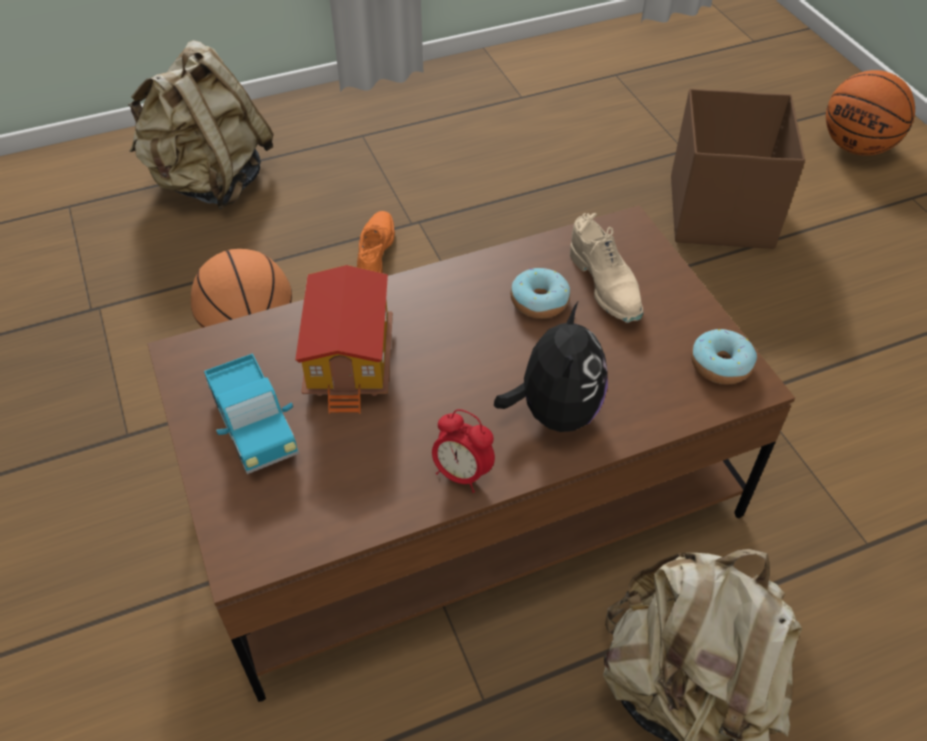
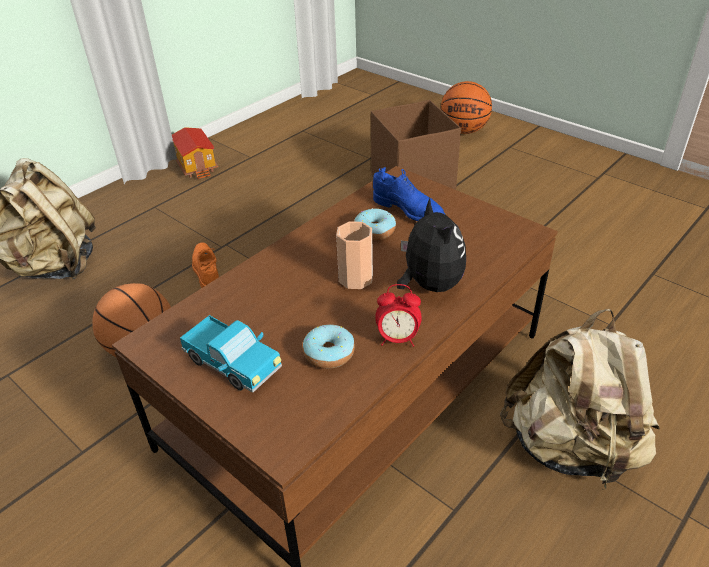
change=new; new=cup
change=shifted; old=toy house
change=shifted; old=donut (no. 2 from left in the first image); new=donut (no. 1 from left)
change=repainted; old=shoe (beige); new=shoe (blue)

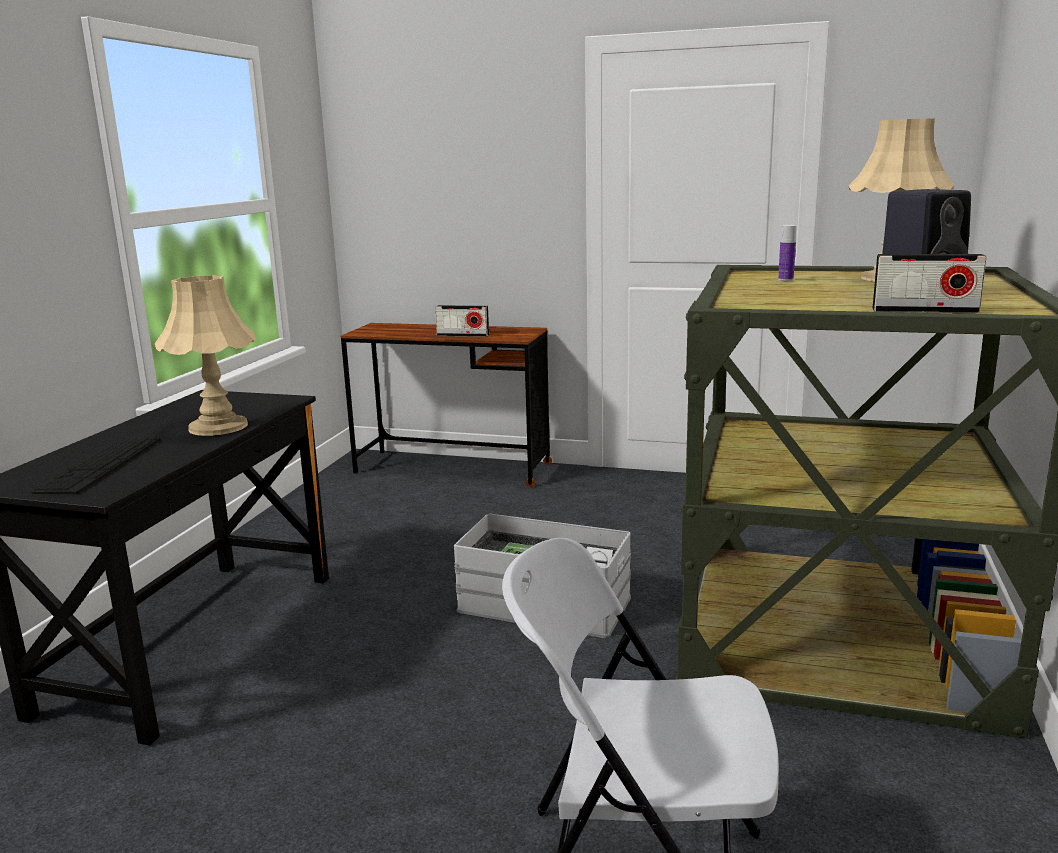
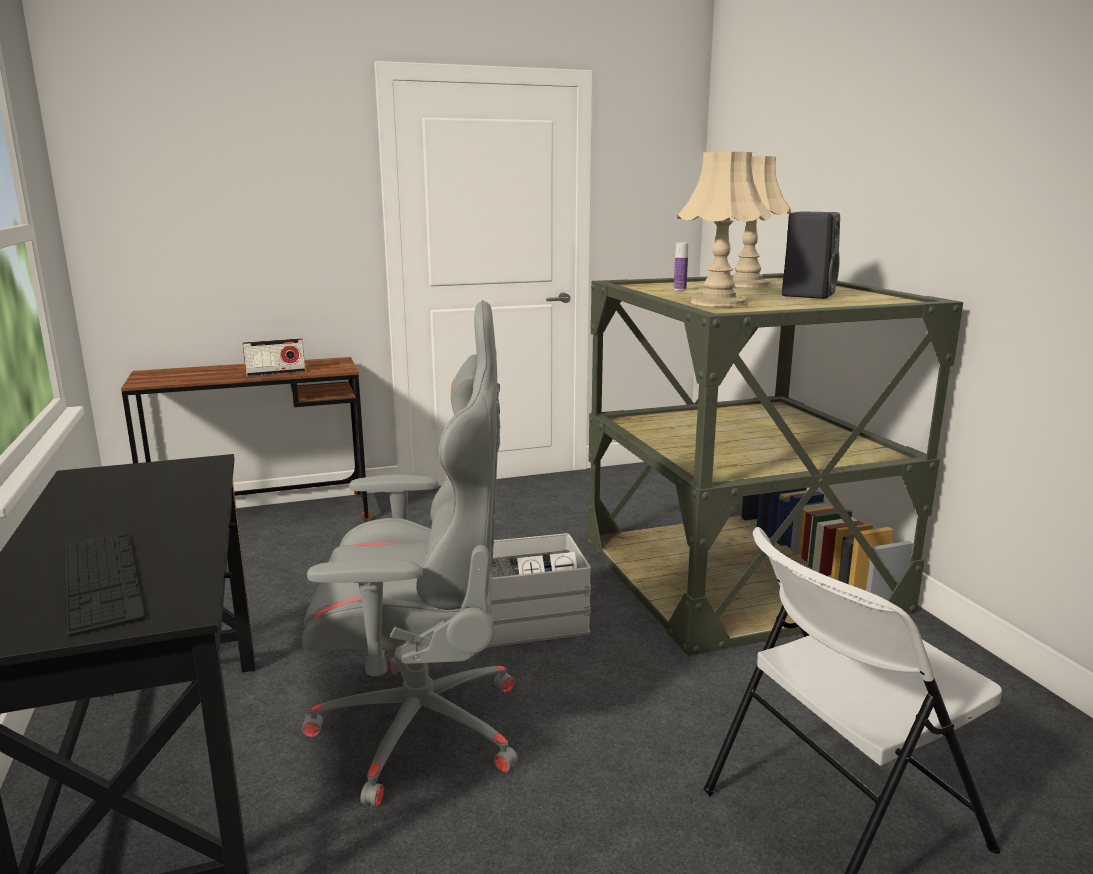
change=gone; old=radio (no. 2 from left)
change=new; new=office chair (grey)
change=shifted; old=table lamp (beige) (no. 1 from left)

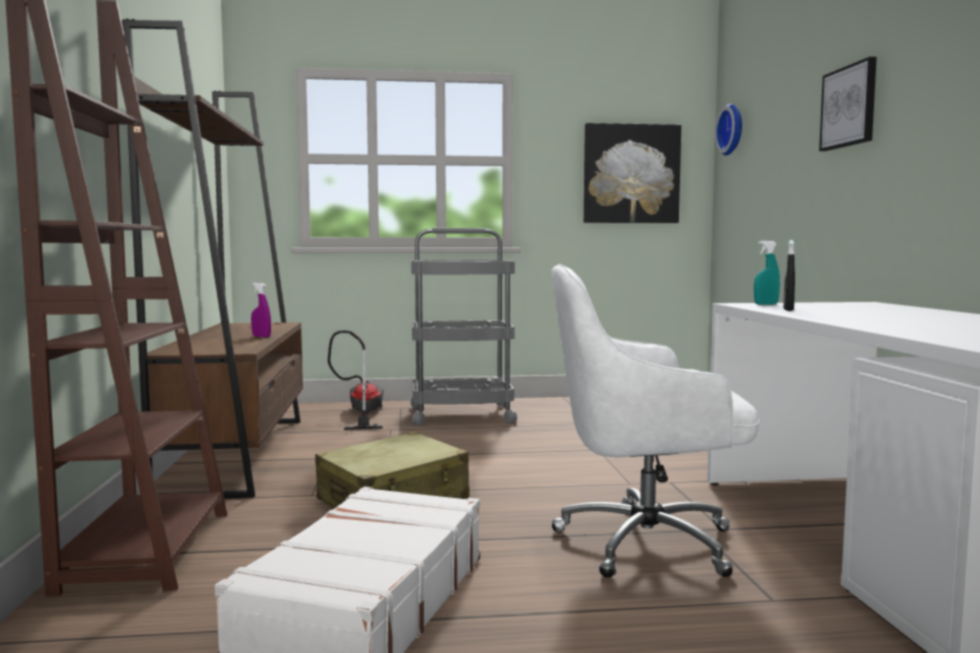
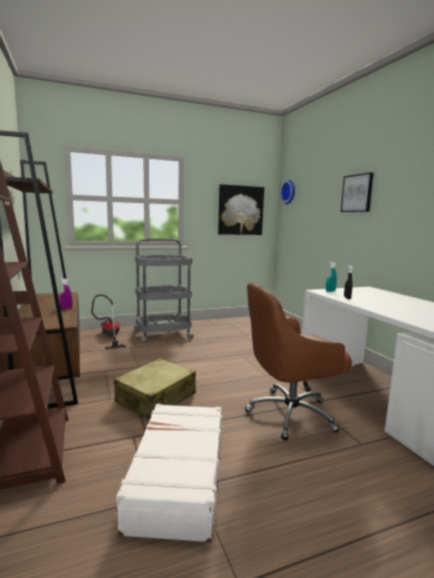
change=repainted; old=office chair (white); new=office chair (brown)

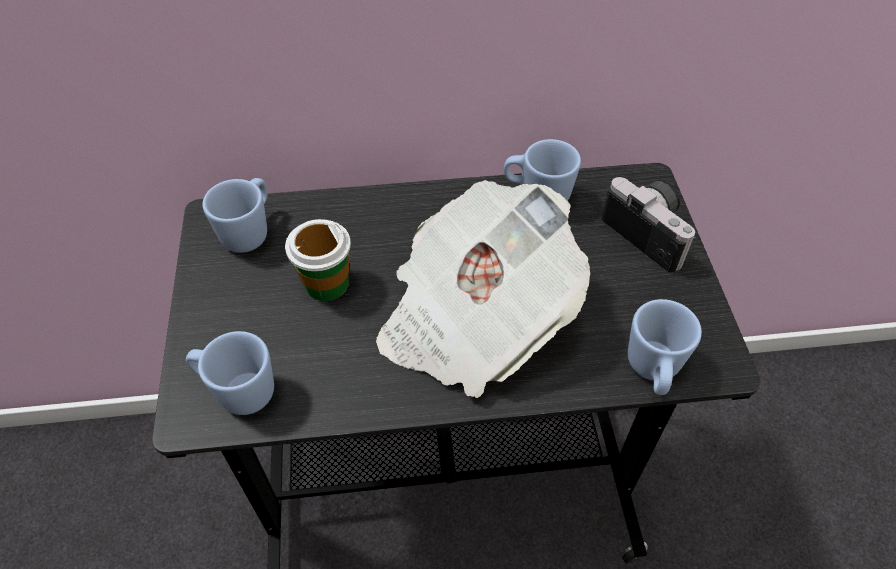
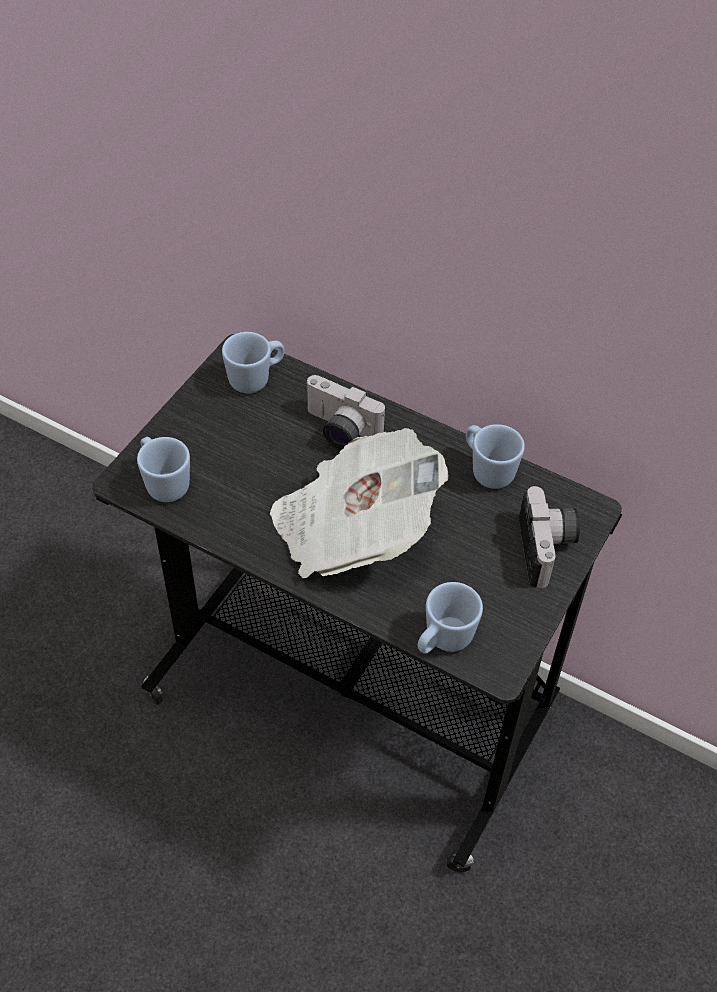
change=gone; old=cup
change=new; new=photo camera (no. 1 from left)

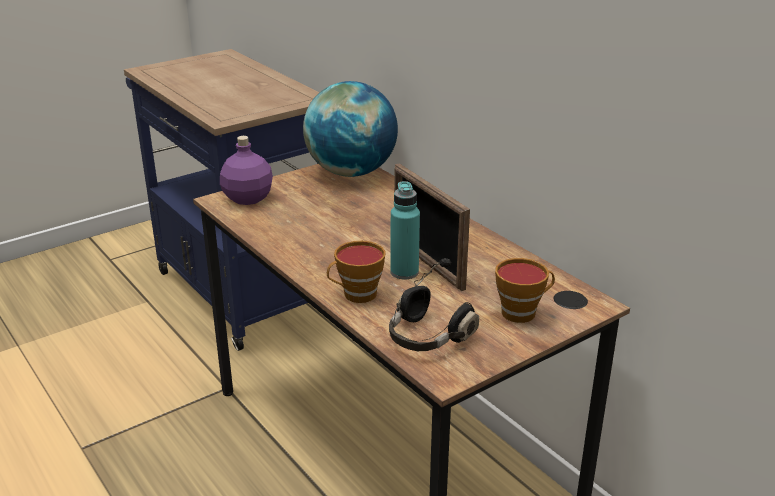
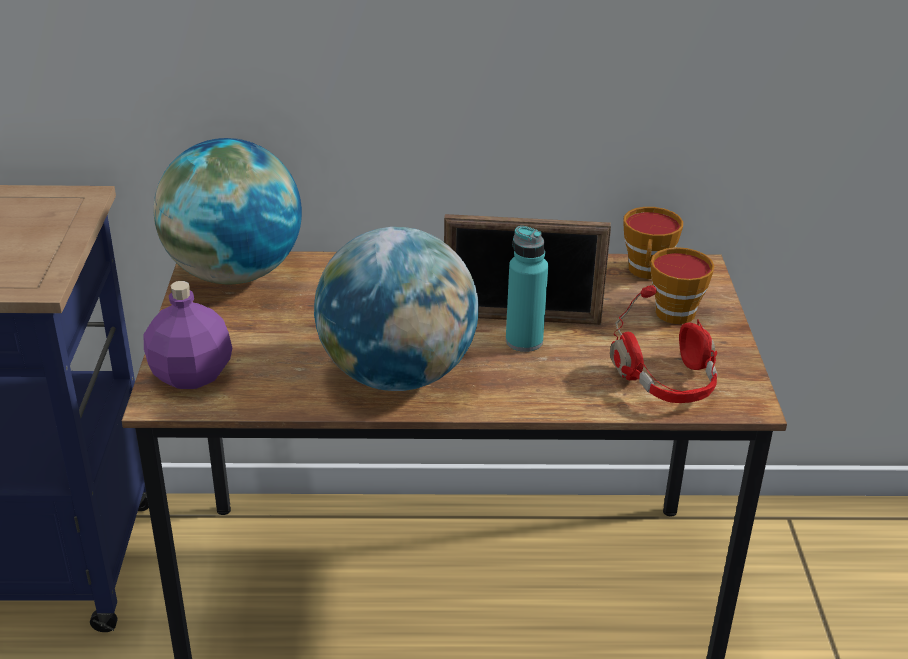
change=new; new=globe (no. 2 from left)
change=shifted; old=cup (no. 1 from left)
change=repainted; old=headphones (black); new=headphones (red)

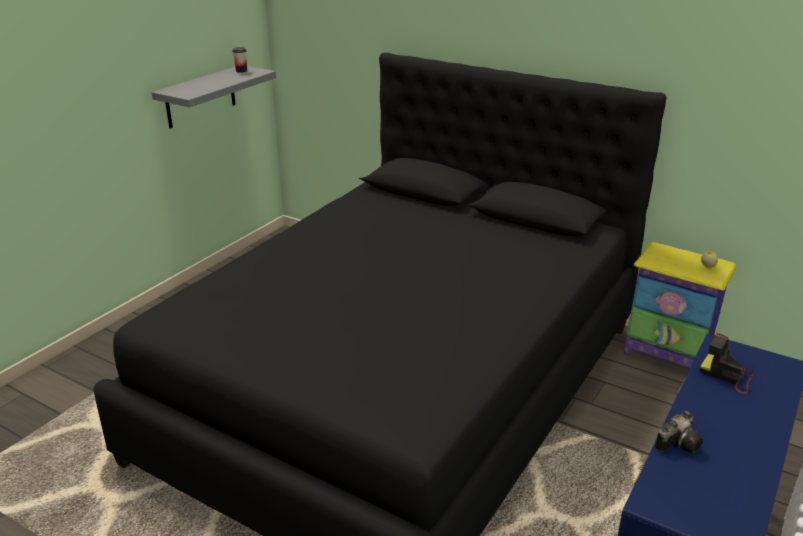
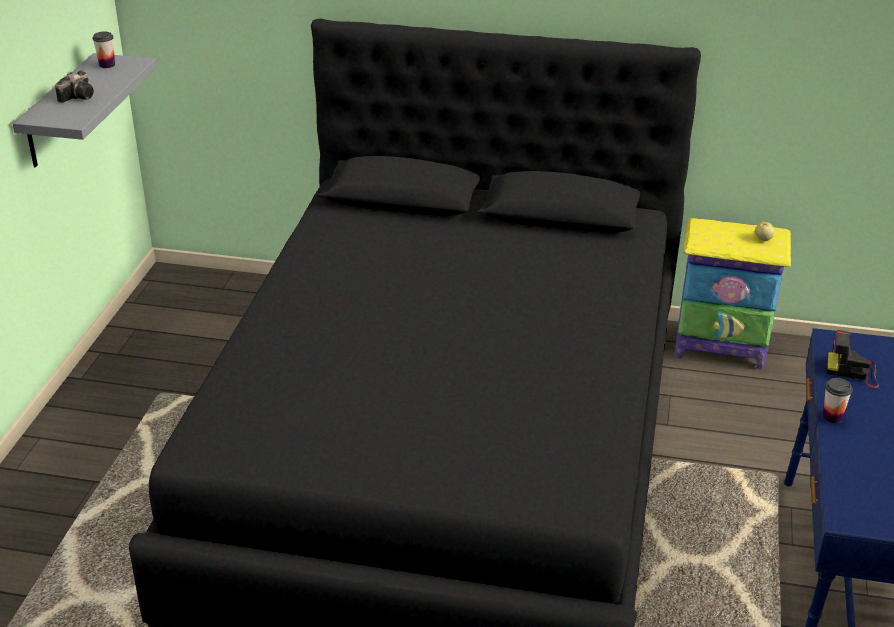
change=new; new=cup (no. 2 from left)
change=shifted; old=photo camera (no. 1 from left)

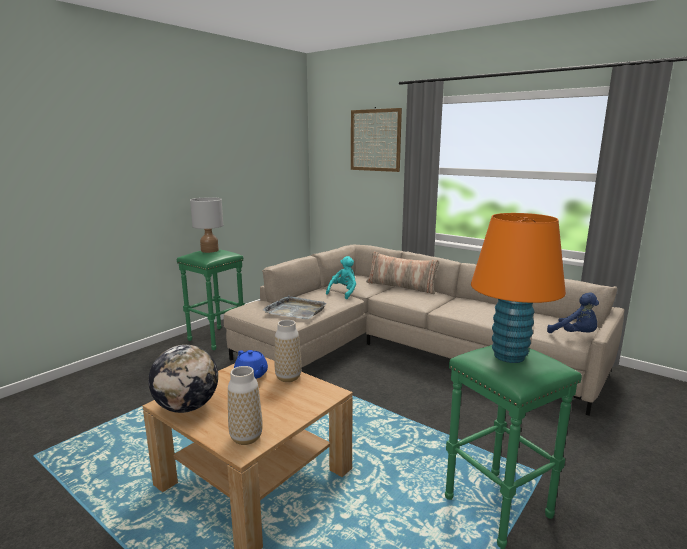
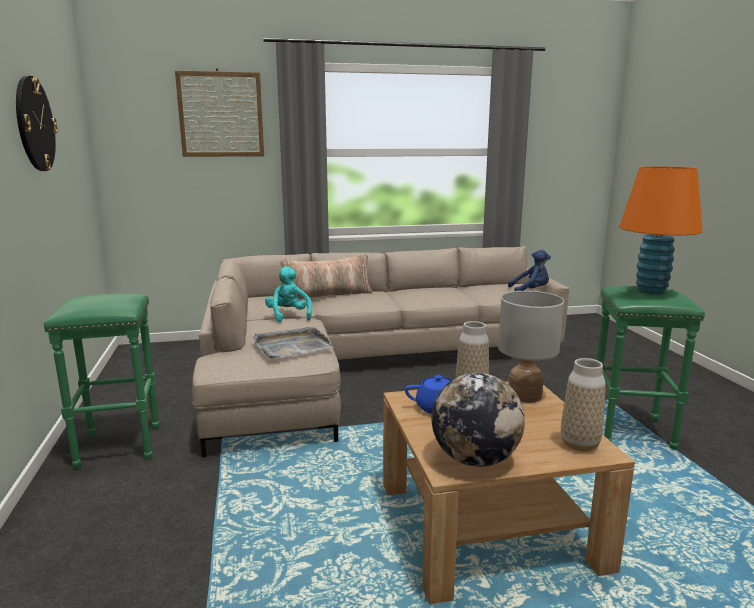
change=new; new=wall clock
change=shifted; old=table lamp (grey)

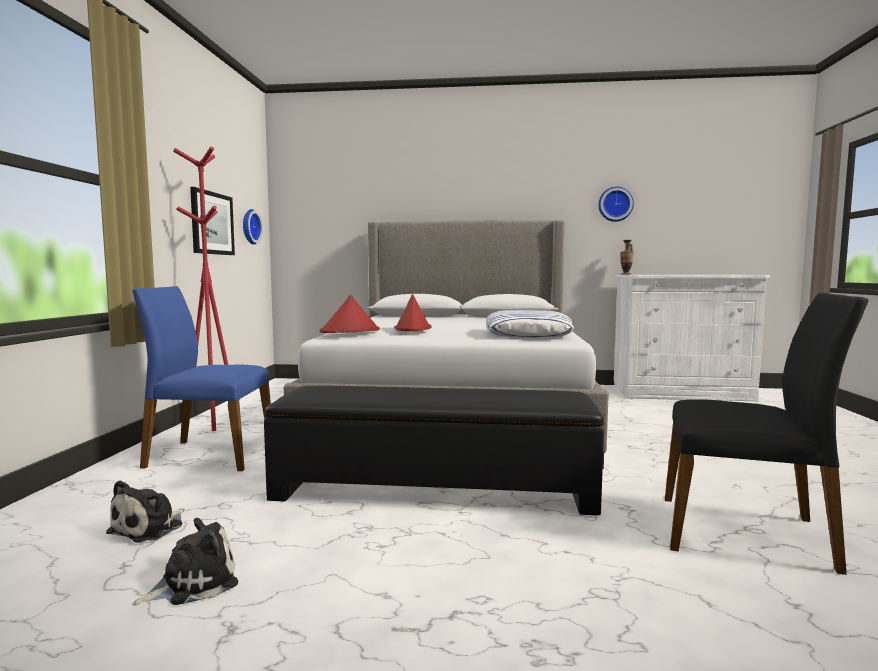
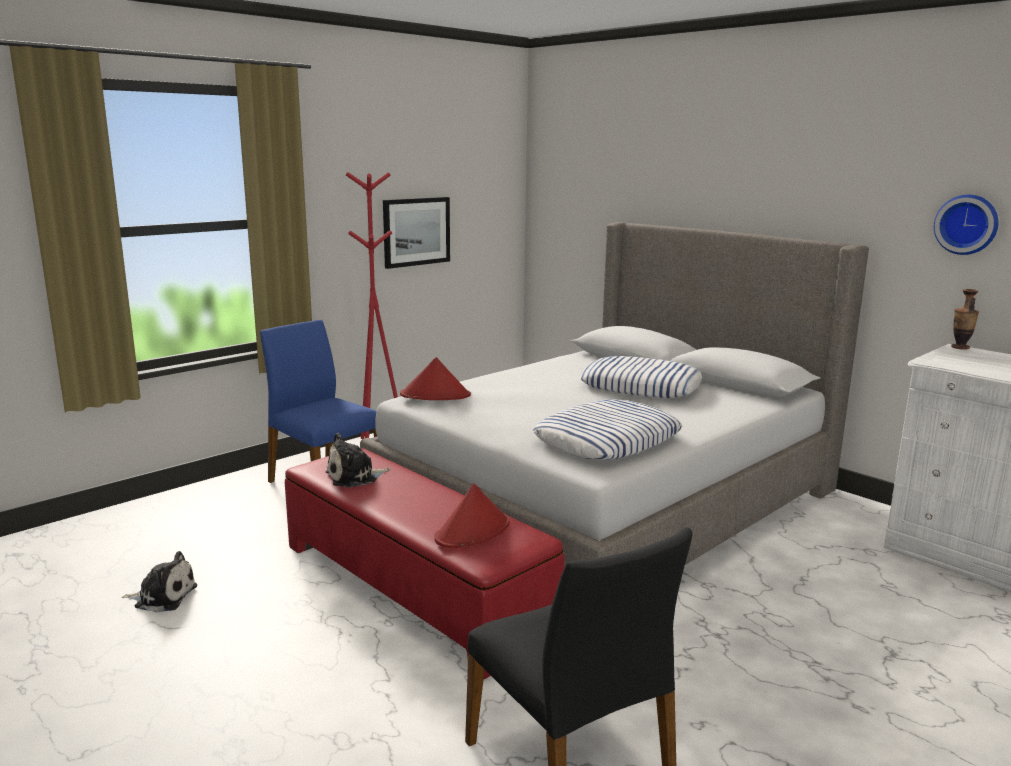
change=gone; old=wall clock (no. 1 from left)
change=new; new=pillow (no. 2 from left)
change=shifted; old=plush toy (no. 1 from left in the first image); new=plush toy (no. 2 from left)
change=shifted; old=hat (red) (no. 2 from left)
change=repainted; old=bench (black); new=bench (red)

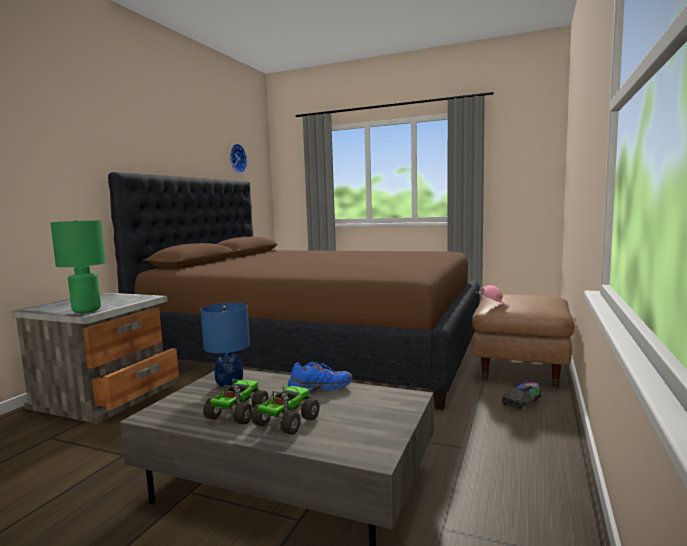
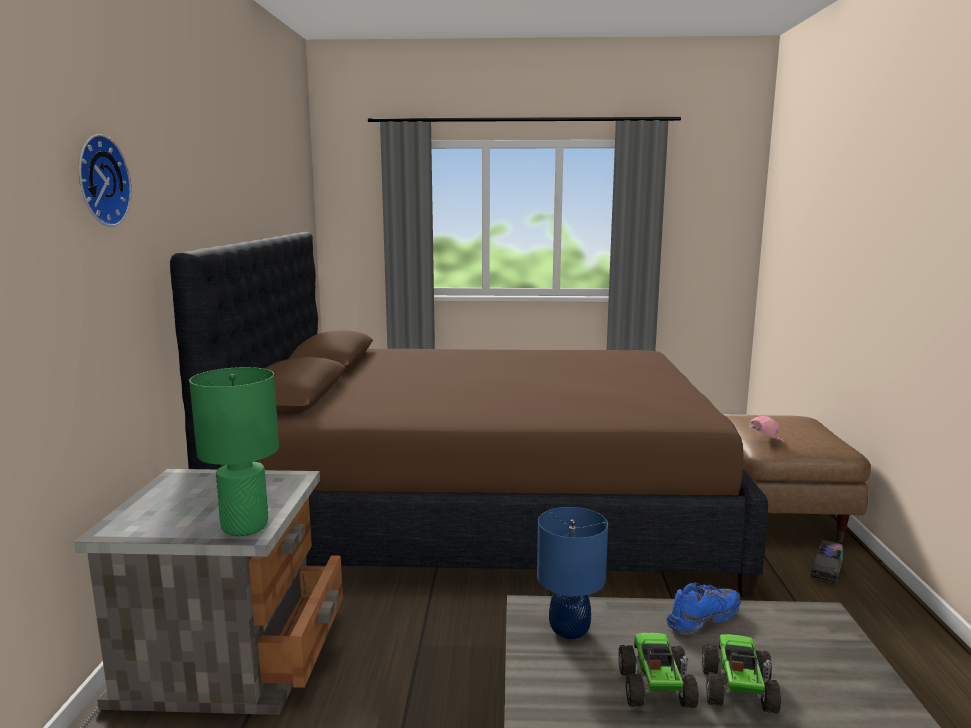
change=shifted; old=wall clock

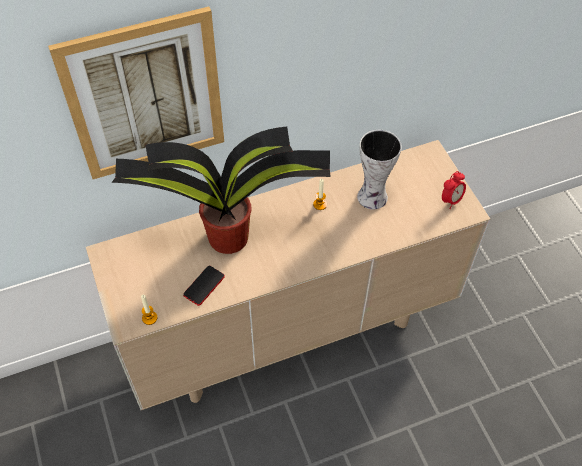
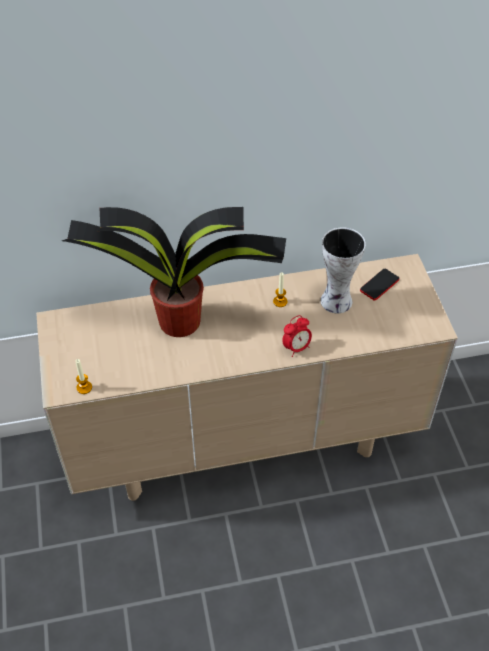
change=gone; old=picture
change=shifted; old=phone
change=shifted; old=alarm clock

